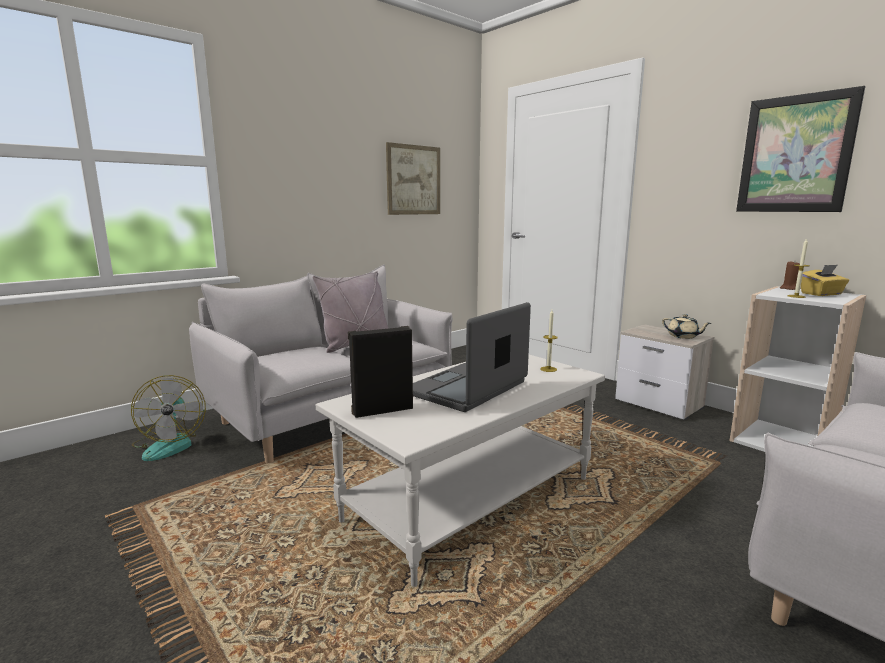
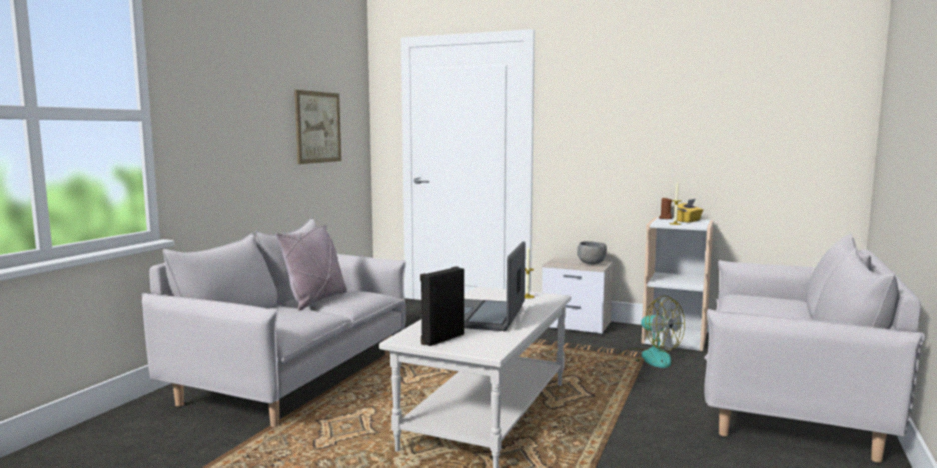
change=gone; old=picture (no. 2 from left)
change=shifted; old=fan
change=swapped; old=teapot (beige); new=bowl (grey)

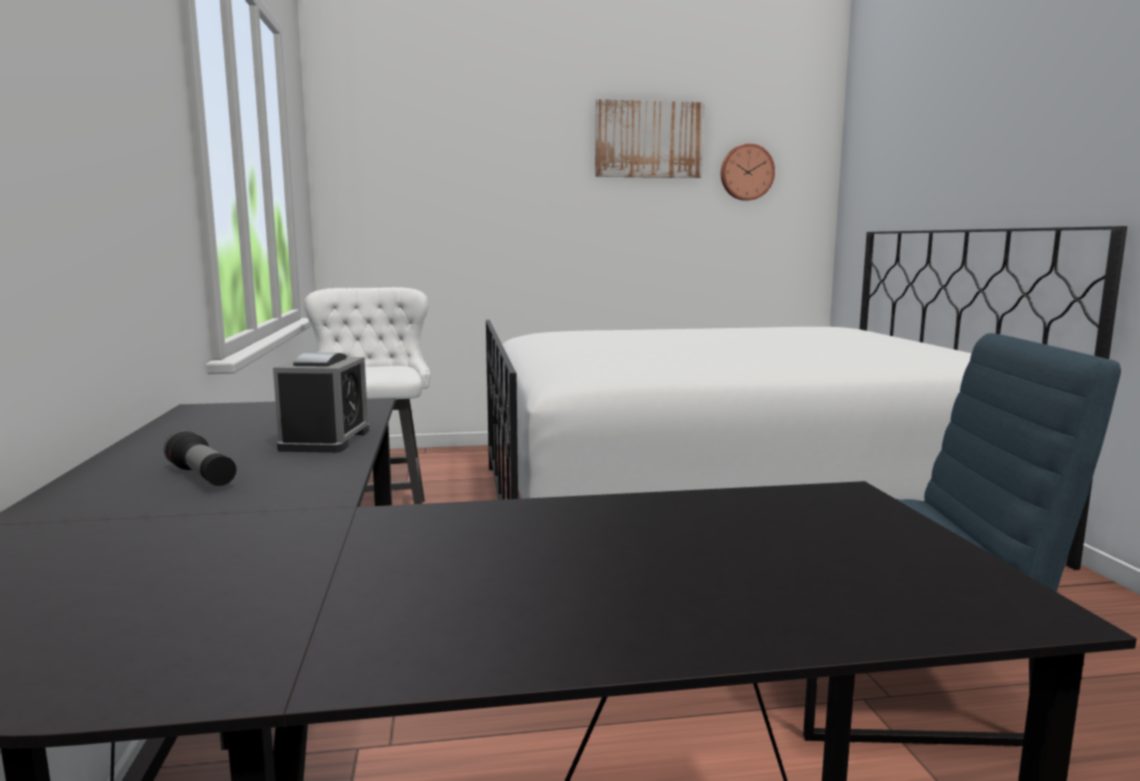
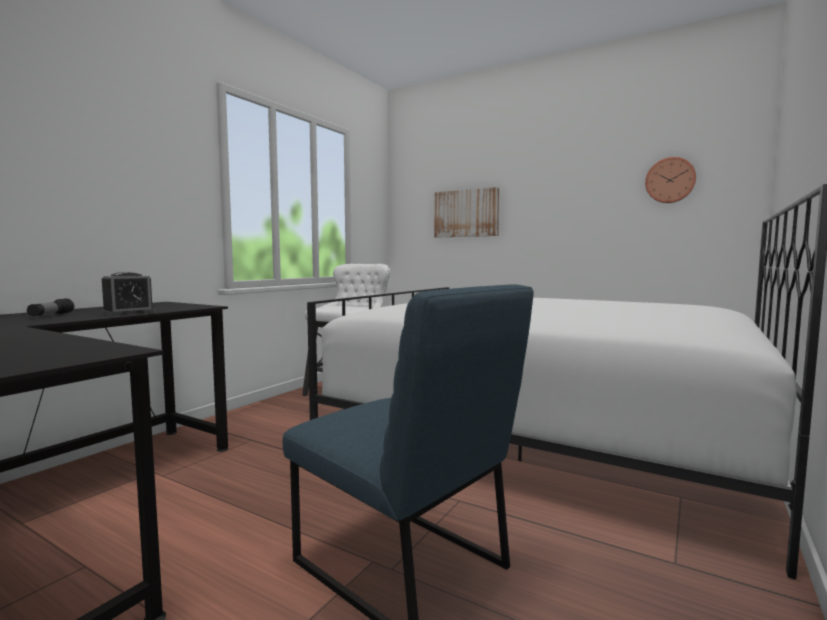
change=shifted; old=picture

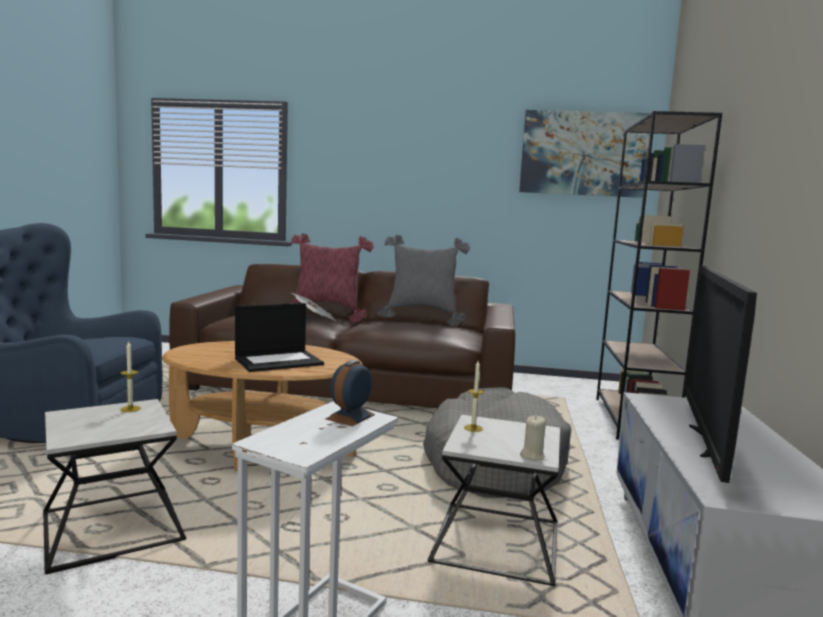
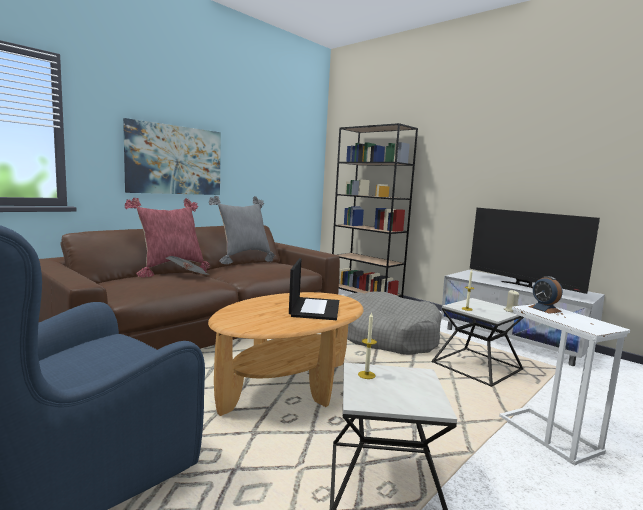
change=shifted; old=picture

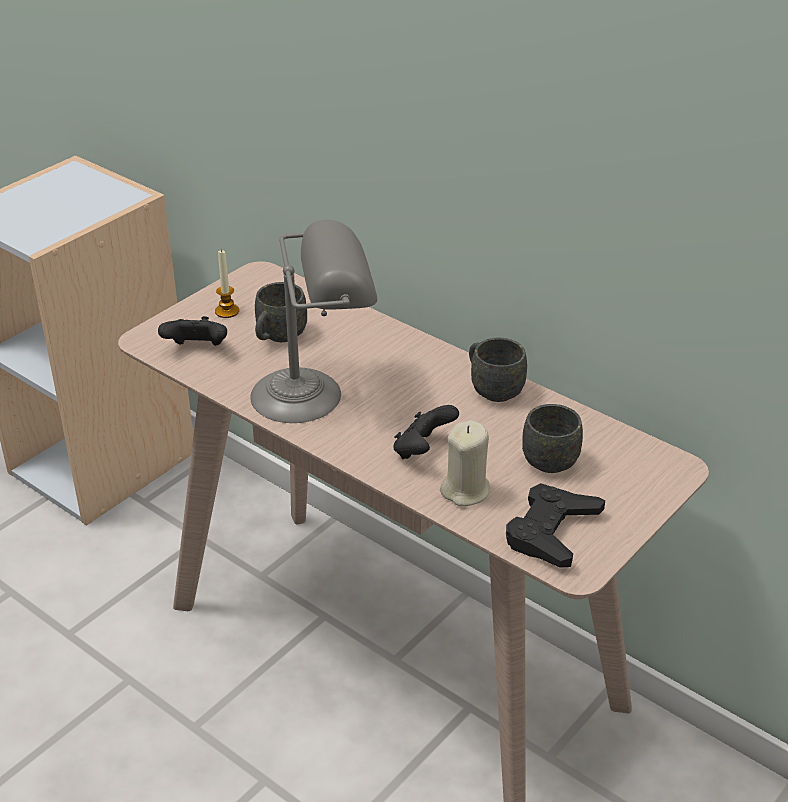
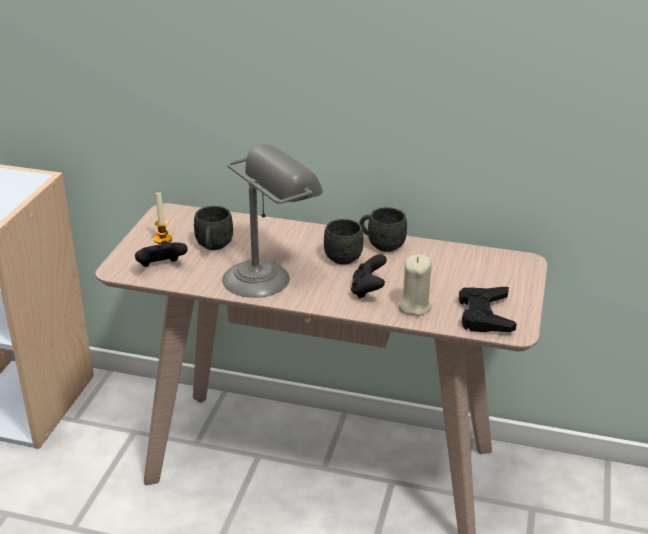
change=shifted; old=mug (grey) (no. 3 from left in the first image); new=mug (grey) (no. 2 from left)

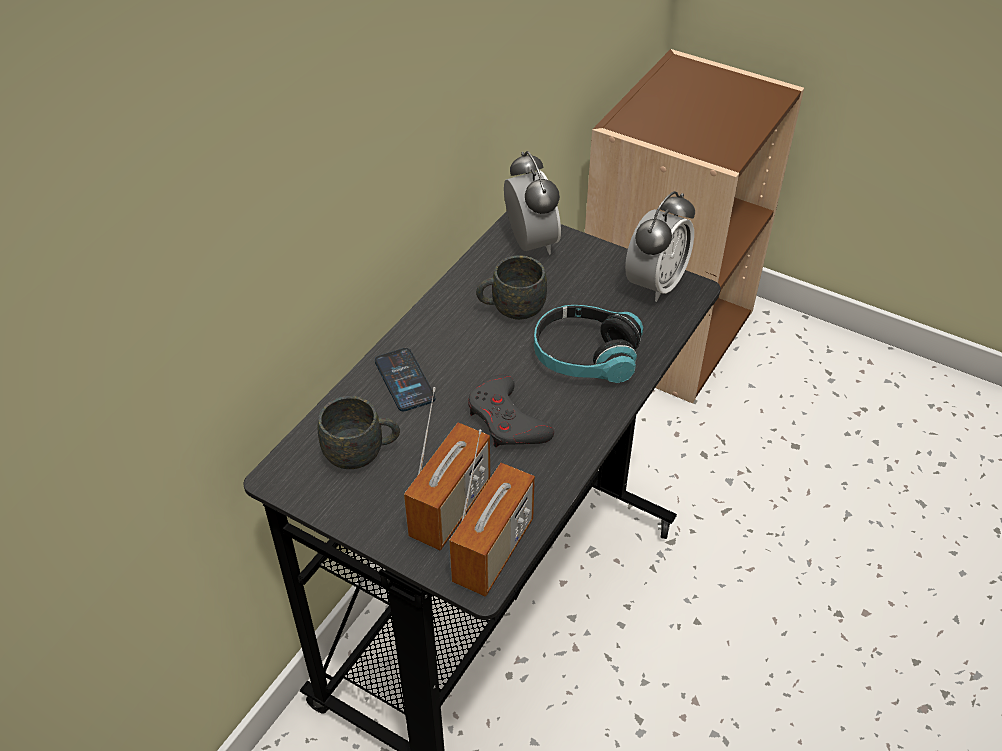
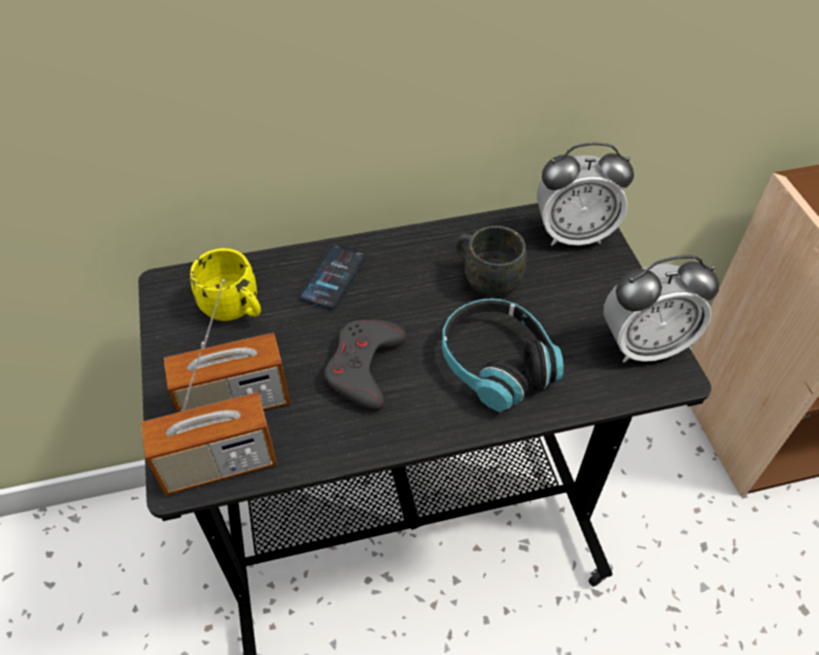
change=repainted; old=mug (grey) (no. 1 from left); new=mug (yellow)
change=rotated; old=alarm clock (no. 1 from left); degrees=60

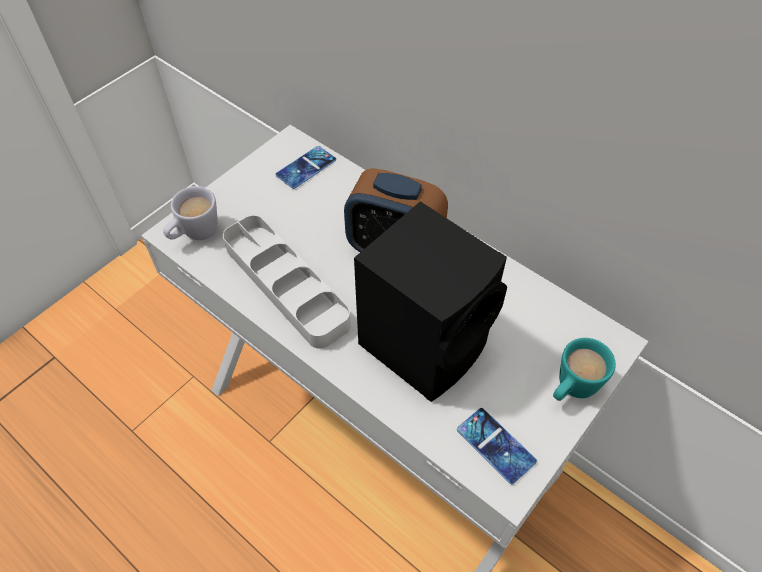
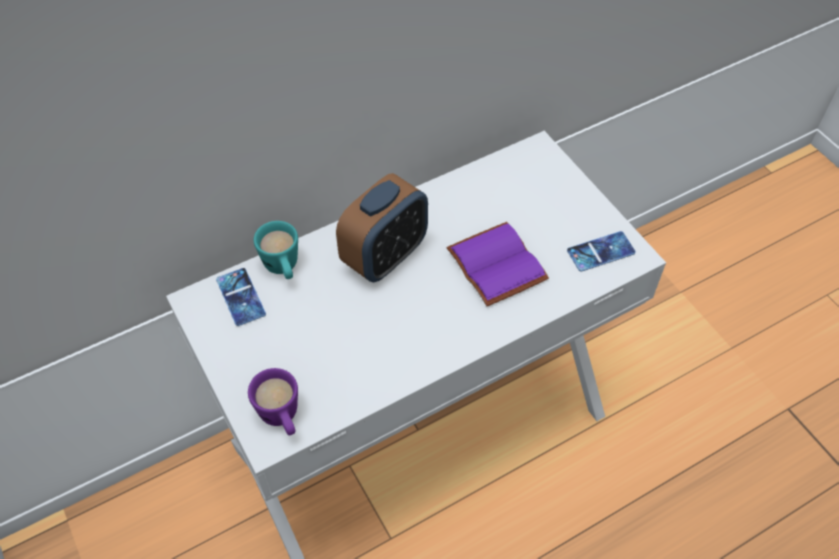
change=gone; old=tray (grey)
change=shifted; old=mug (turquoise)
change=swapped; old=speaker (black); new=book (purple)
change=repainted; old=mug (white); new=mug (purple)

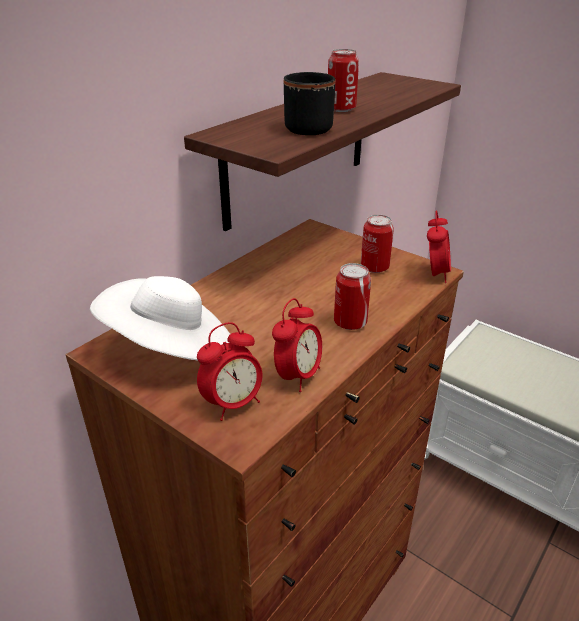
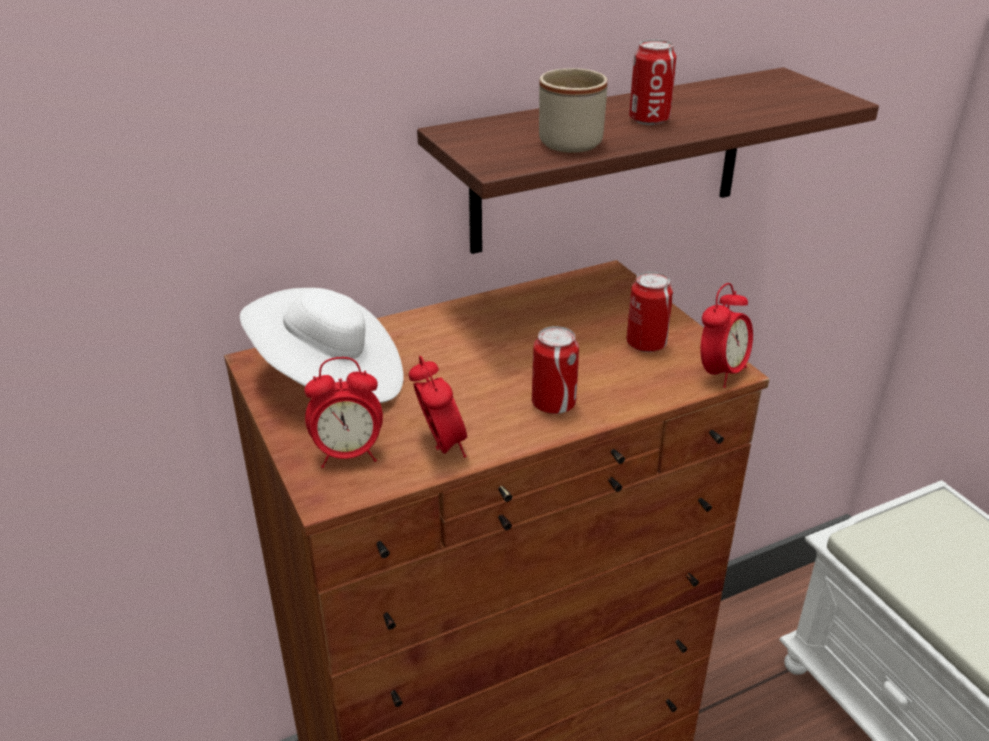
change=repainted; old=mug (black); new=mug (beige)
change=rotated; old=alarm clock (no. 2 from left); degrees=-75

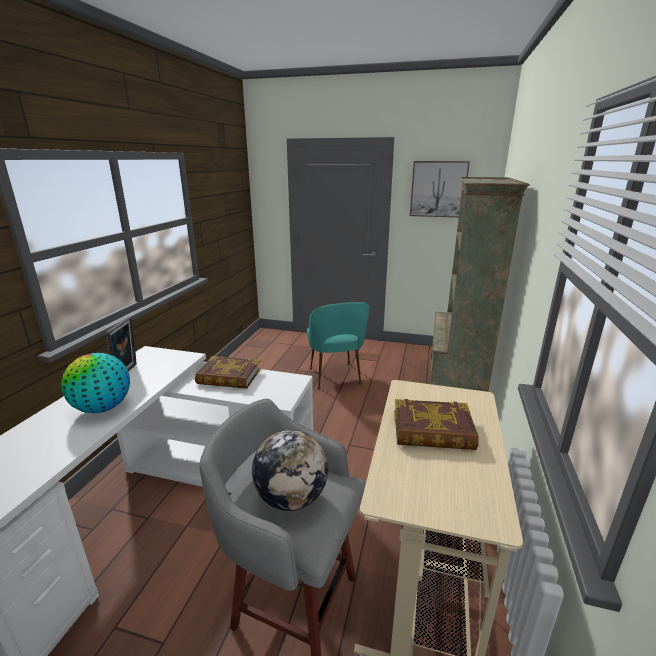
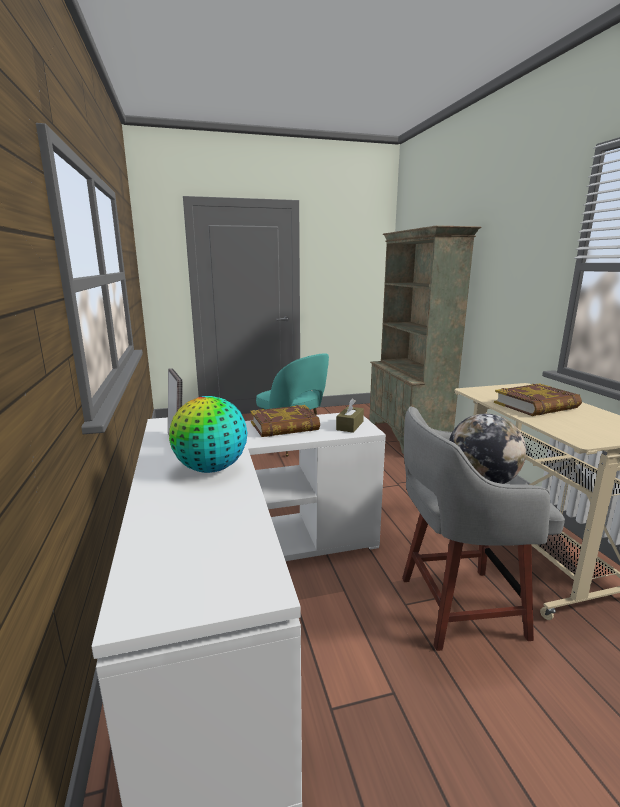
change=gone; old=picture
change=new; new=tissue box (brown)

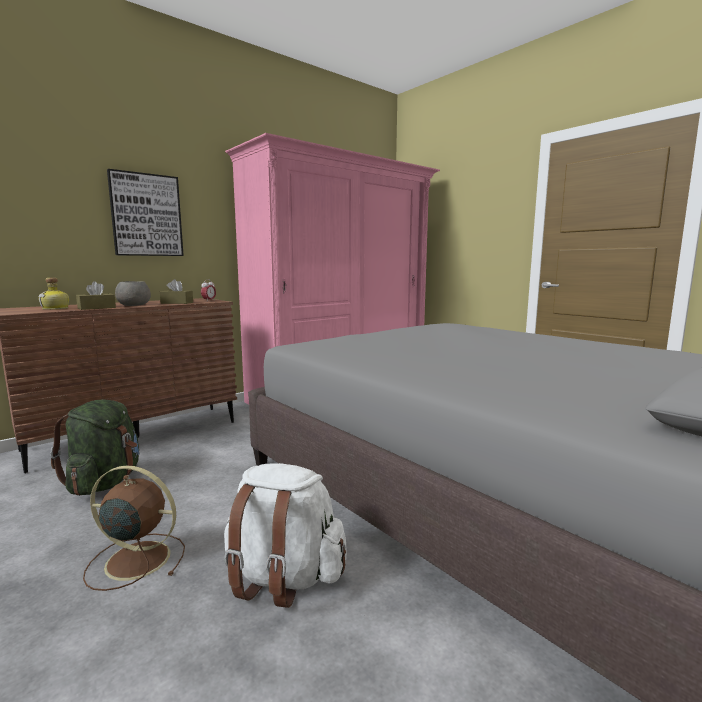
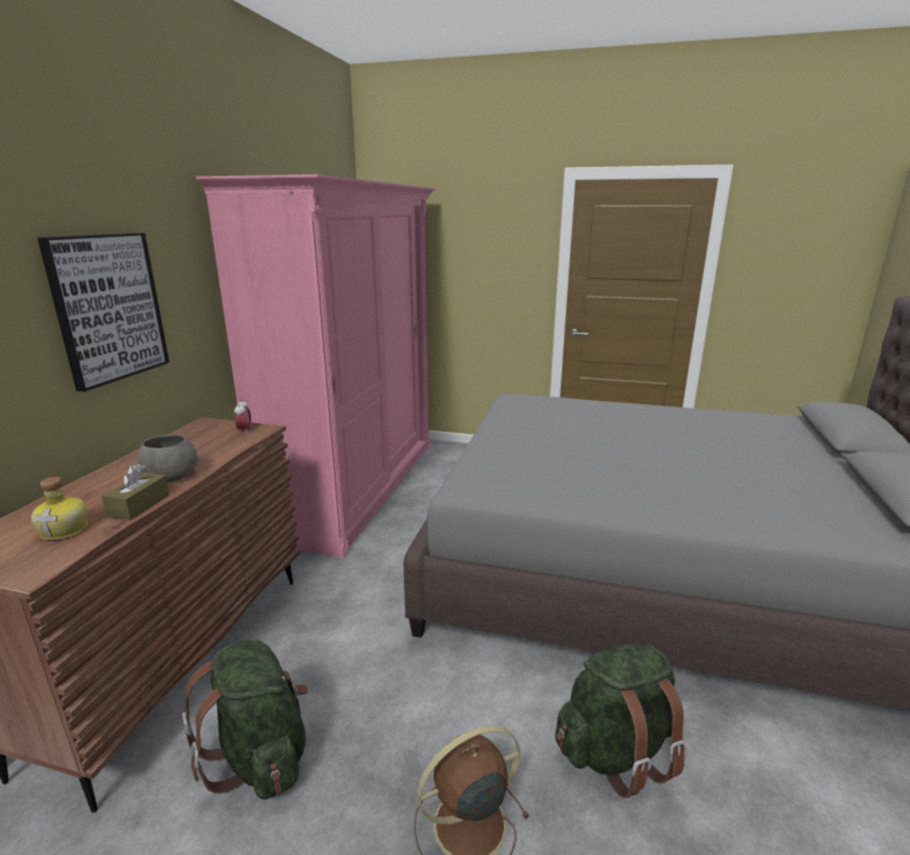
change=gone; old=tissue box (brown) (no. 2 from left)
change=repainted; old=backpack (white); new=backpack (green) (no. 2 from left)

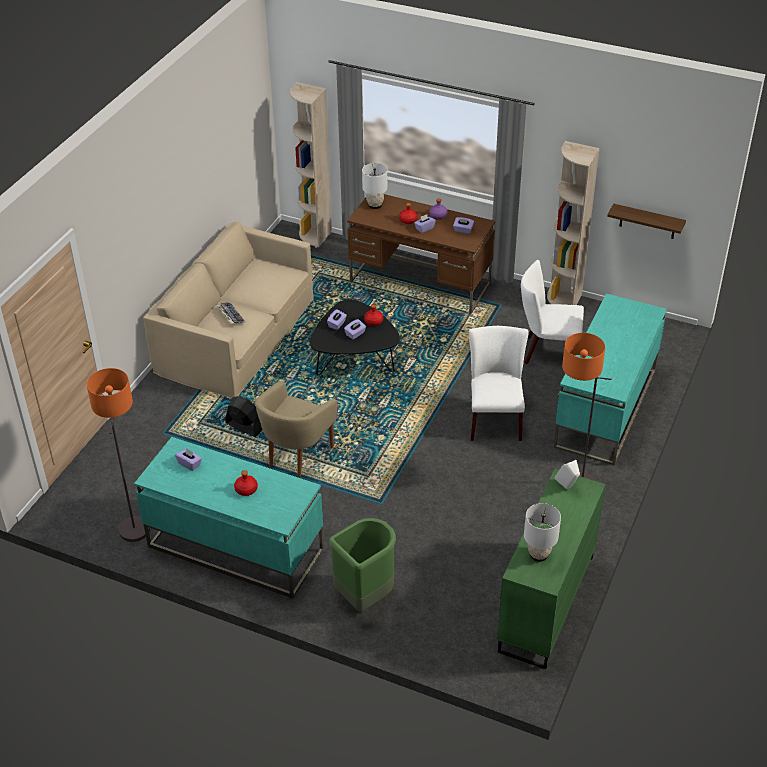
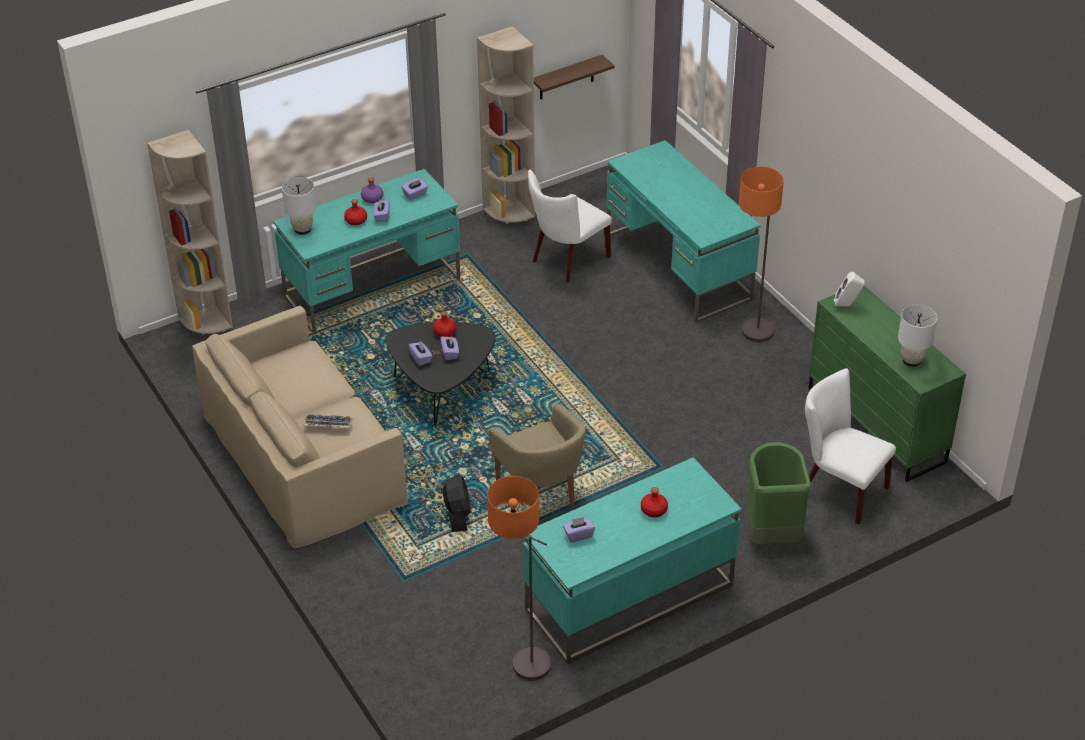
change=shifted; old=chair (white) (no. 1 from left in the first image); new=chair (white) (no. 2 from left)
change=repainted; old=desk (brown); new=desk (turquoise) (no. 1 from left)
change=rotated; old=fan (black); degrees=105

